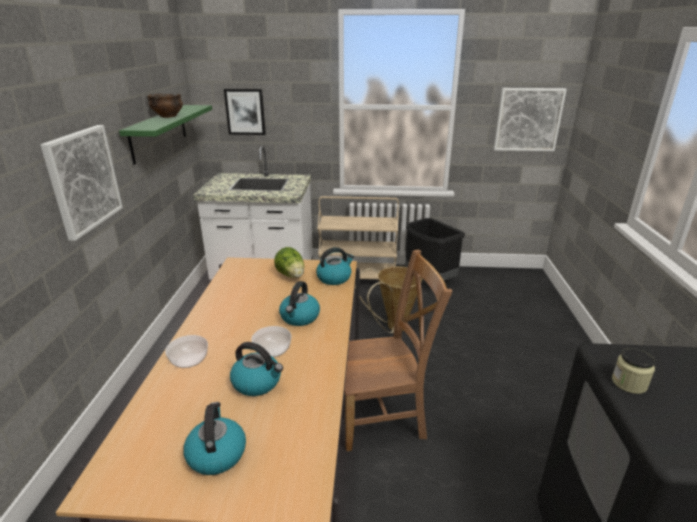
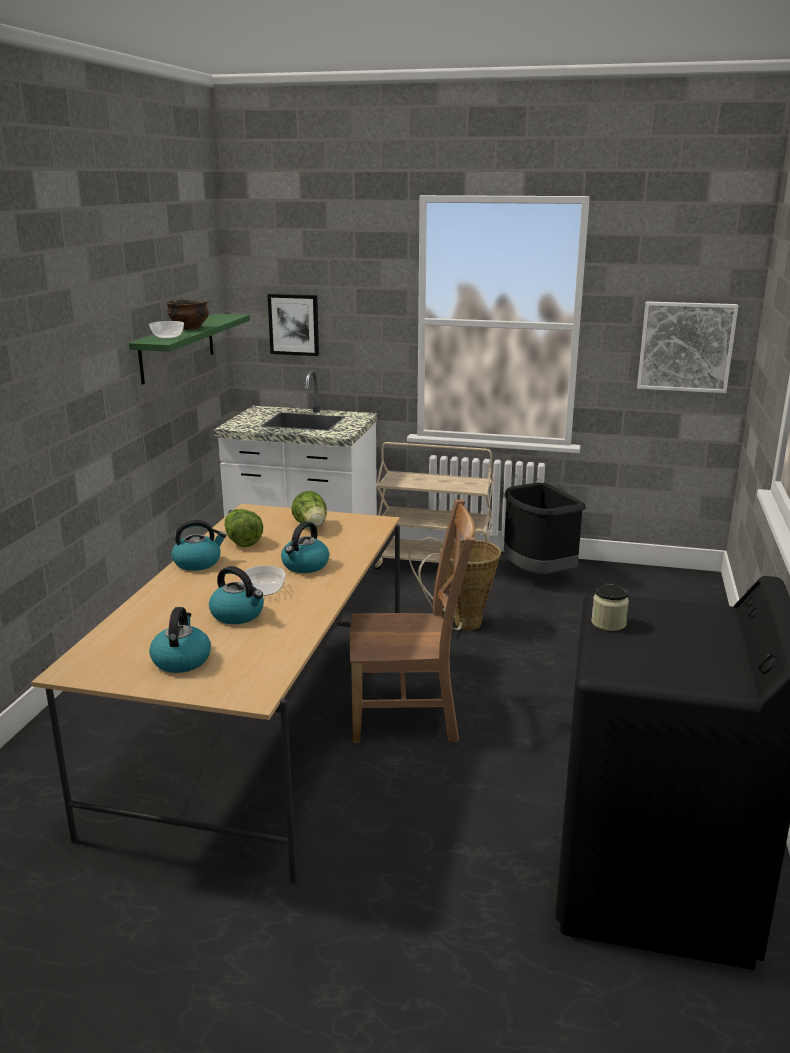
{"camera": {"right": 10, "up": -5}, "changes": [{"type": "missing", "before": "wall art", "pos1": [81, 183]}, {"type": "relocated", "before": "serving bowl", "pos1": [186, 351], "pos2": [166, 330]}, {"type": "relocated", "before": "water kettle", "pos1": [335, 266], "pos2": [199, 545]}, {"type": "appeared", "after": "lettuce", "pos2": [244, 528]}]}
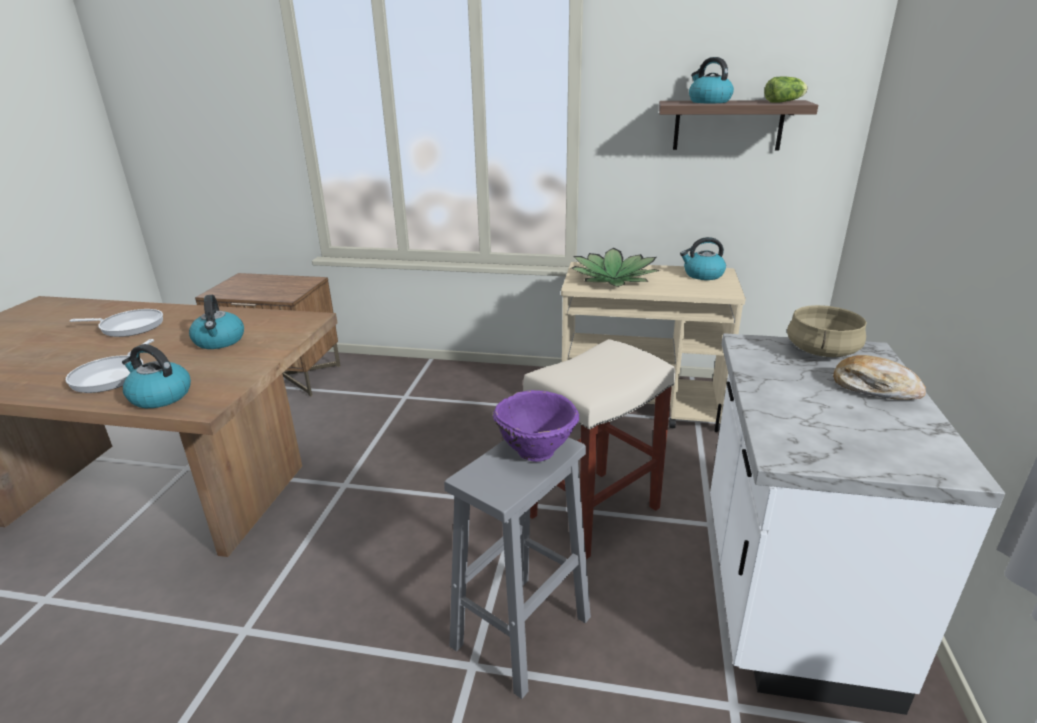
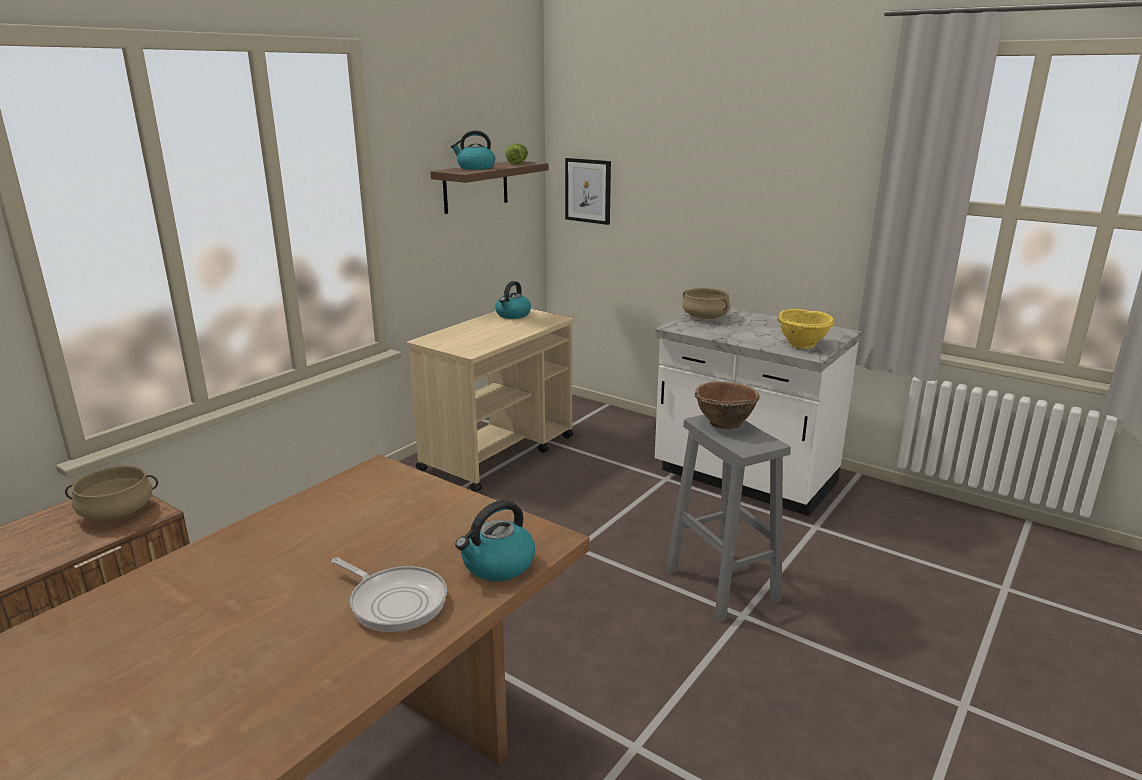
{"camera": {"right": -65, "up": -5}, "changes": [{"type": "missing", "before": "frying pan", "pos1": [116, 323]}, {"type": "missing", "before": "water kettle", "pos1": [216, 322]}, {"type": "colour", "before": "purplish serving bowl", "after": "brown serving bowl", "pos1": [536, 426], "pos2": [727, 405]}, {"type": "missing", "before": "sand-coloured stool", "pos1": [599, 449]}, {"type": "missing", "before": "plant in a pot", "pos1": [615, 267]}, {"type": "missing", "before": "baked bread", "pos1": [879, 377]}, {"type": "appeared", "after": "sand-coloured stockpot", "pos2": [111, 493]}, {"type": "appeared", "after": "wall art", "pos2": [588, 191]}, {"type": "appeared", "after": "yellow-coloured serving bowl", "pos2": [806, 329]}]}
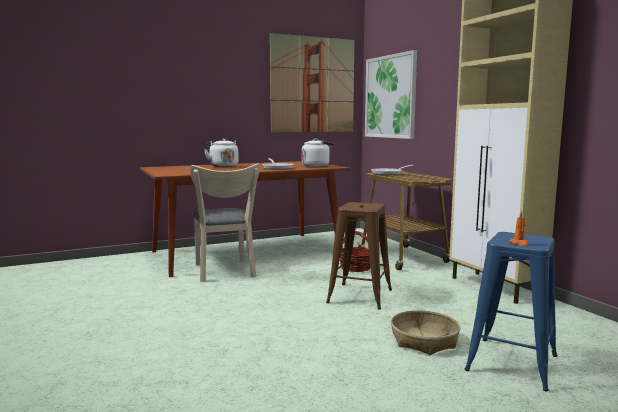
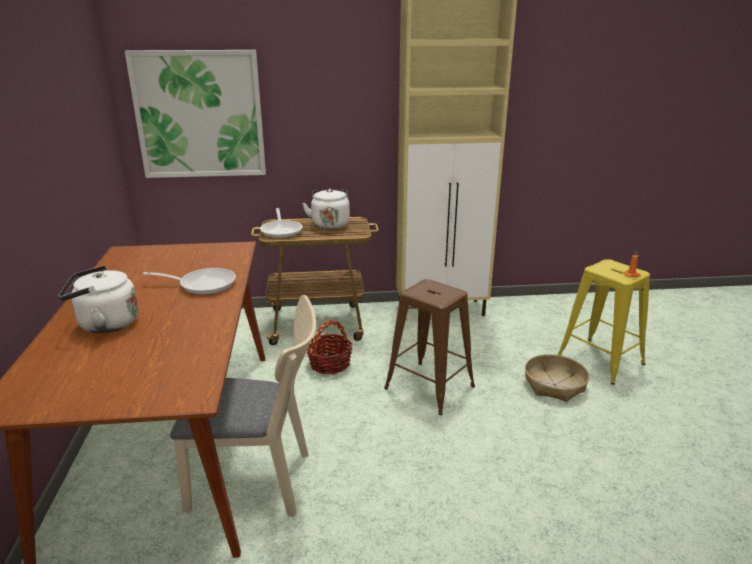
{"camera": {"right": -70, "up": 15}, "changes": [{"type": "missing", "before": "wall art", "pos1": [312, 83]}, {"type": "relocated", "before": "white-coloured water kettle", "pos1": [318, 152], "pos2": [326, 209]}, {"type": "colour", "before": "blue stool", "after": "yellow-coloured stool", "pos1": [510, 311], "pos2": [604, 322]}]}
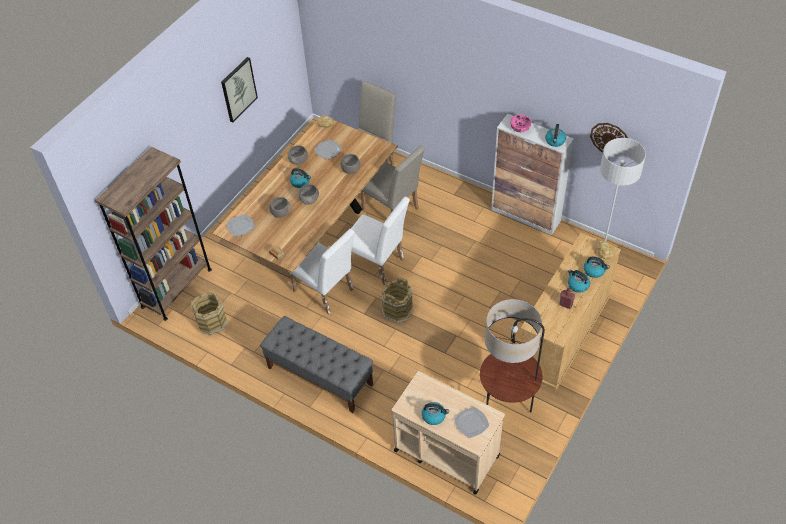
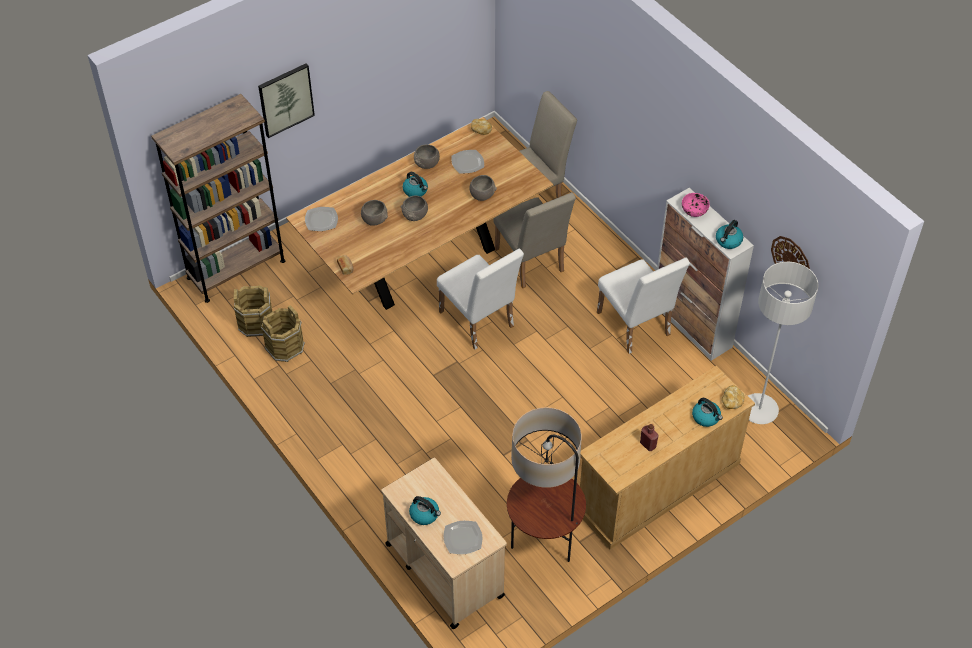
{"camera": {"right": 20, "up": 0}, "changes": [{"type": "relocated", "before": "wall art", "pos1": [239, 89], "pos2": [286, 100]}, {"type": "missing", "before": "grey indoor bench", "pos1": [316, 364]}, {"type": "relocated", "before": "white-coloured plain chair", "pos1": [321, 271], "pos2": [643, 305]}, {"type": "relocated", "before": "brown bucket", "pos1": [396, 299], "pos2": [283, 333]}, {"type": "missing", "before": "water kettle", "pos1": [579, 281]}]}
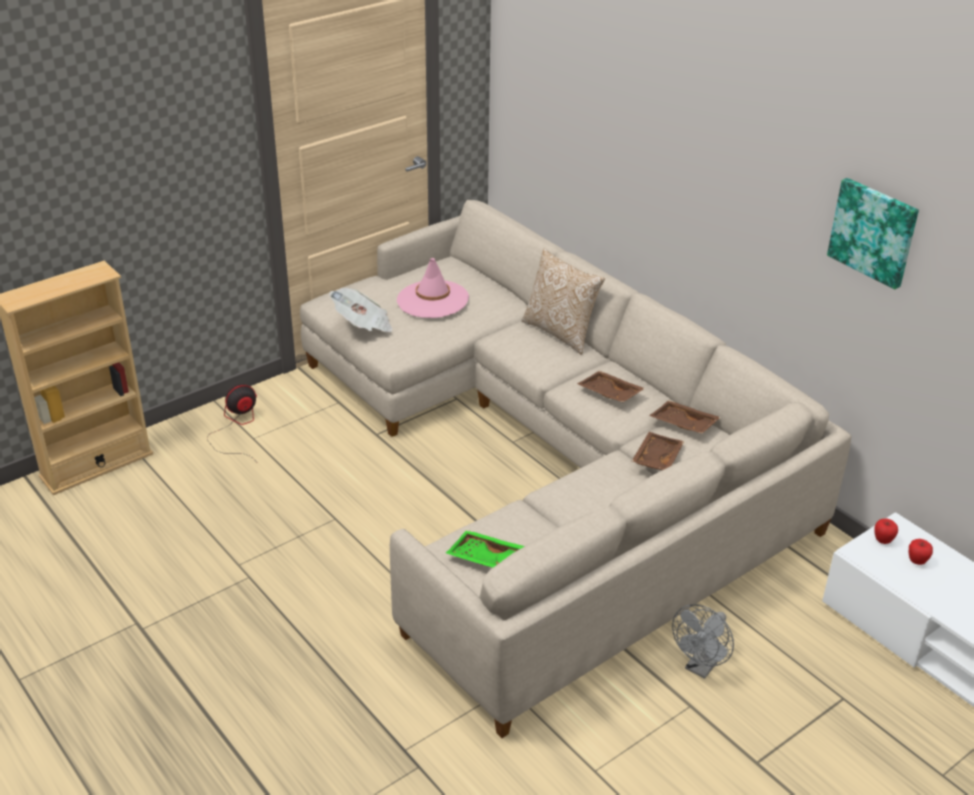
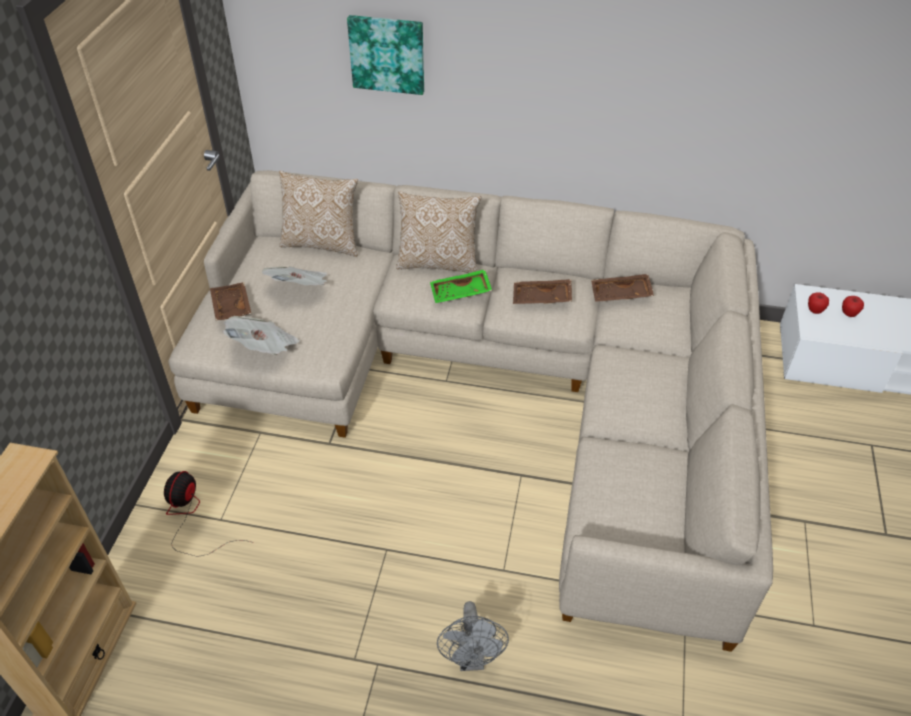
{"camera": {"right": -40, "up": 10}, "changes": [{"type": "exchanged", "before": "pink hat", "after": "newspaper", "pos1": [433, 288], "pos2": [294, 275]}, {"type": "relocated", "before": "green-coloured carrying tray", "pos1": [485, 549], "pos2": [461, 286]}, {"type": "relocated", "before": "brown carrying tray", "pos1": [658, 451], "pos2": [231, 301]}, {"type": "relocated", "before": "grey fan", "pos1": [703, 641], "pos2": [473, 636]}, {"type": "relocated", "before": "wall art", "pos1": [873, 233], "pos2": [385, 55]}, {"type": "appeared", "after": "throw pillow", "pos2": [318, 214]}]}
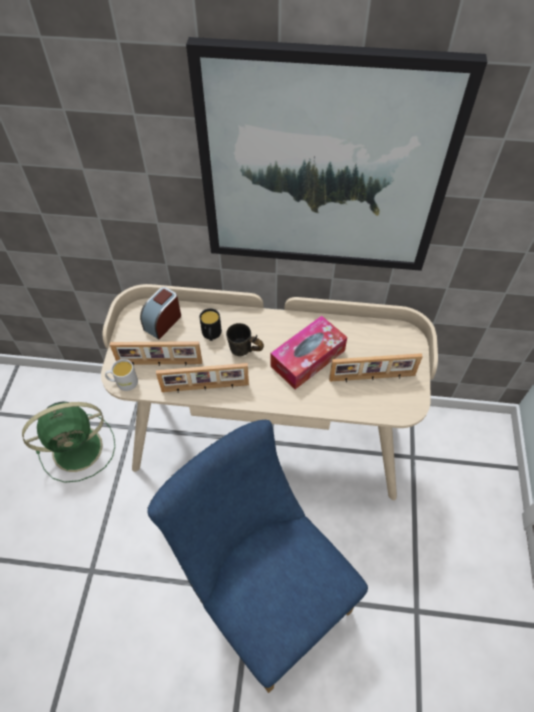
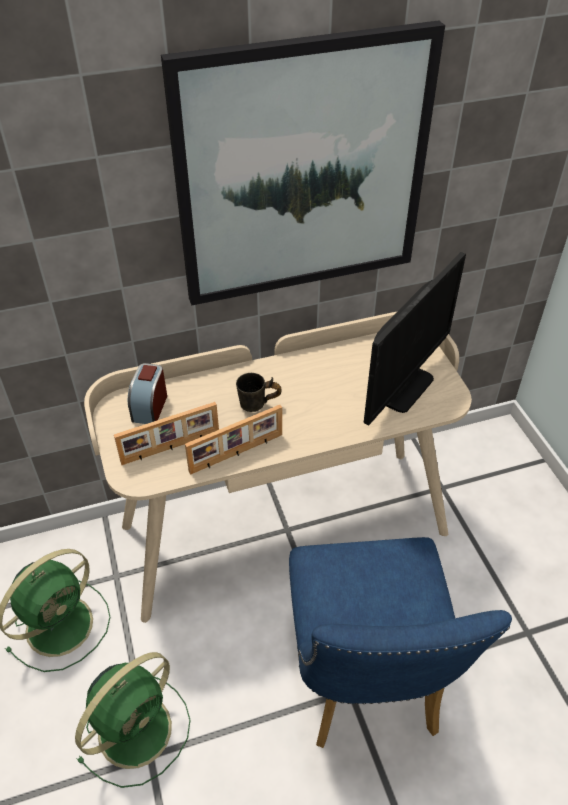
{"camera": {"right": -25, "up": -10}, "changes": [{"type": "missing", "before": "white-coloured tea mug", "pos1": [121, 375]}, {"type": "spun", "before": "blue plain chair", "pos1": [257, 556], "pos2": [400, 642], "turn": -120}, {"type": "missing", "before": "black tea mug", "pos1": [210, 325]}, {"type": "missing", "before": "tissue holder", "pos1": [308, 352]}, {"type": "exchanged", "before": "photo frame", "after": "computer display", "pos1": [376, 367], "pos2": [415, 338]}, {"type": "appeared", "after": "green-coloured fan", "pos2": [133, 720]}]}
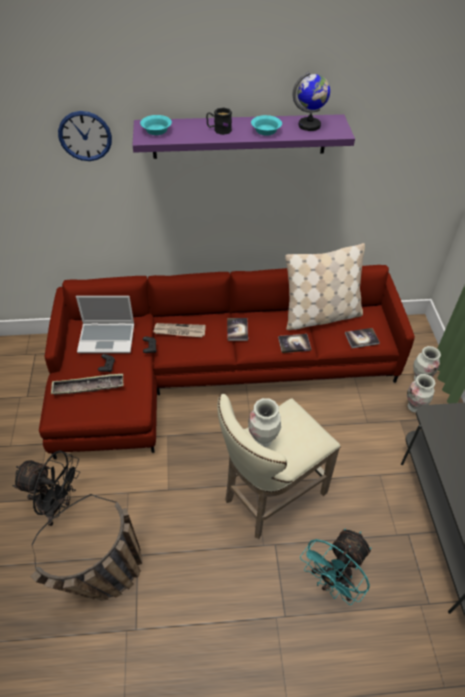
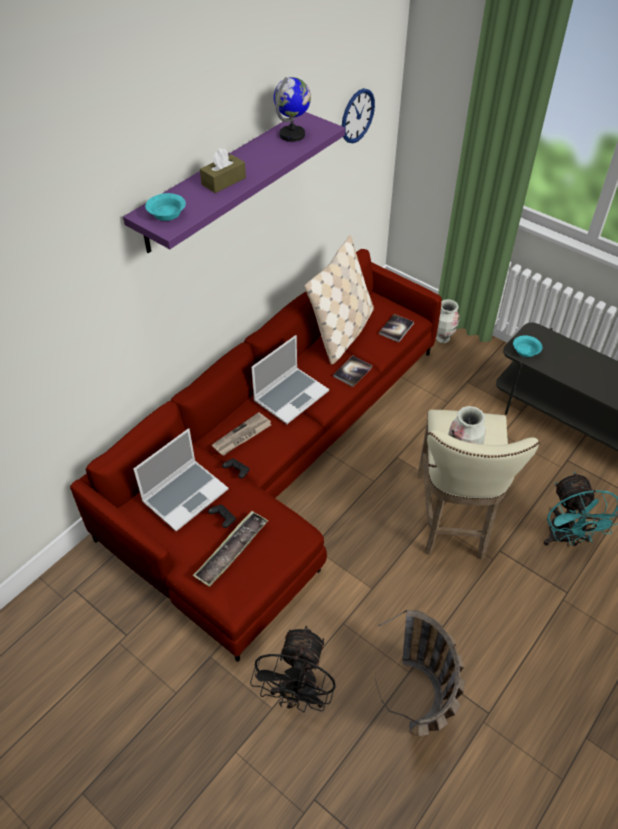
{"camera": {"right": -45, "up": 0}, "changes": [{"type": "spun", "before": "black fan", "pos1": [46, 488], "pos2": [293, 669], "turn": 135}, {"type": "relocated", "before": "clock on the wall", "pos1": [85, 136], "pos2": [358, 115]}, {"type": "exchanged", "before": "black tea mug", "after": "brown tissue holder", "pos1": [219, 121], "pos2": [223, 170]}, {"type": "exchanged", "before": "book", "after": "portable computer", "pos1": [237, 329], "pos2": [290, 379]}, {"type": "relocated", "before": "turquoise-coloured serving bowl", "pos1": [266, 125], "pos2": [527, 346]}, {"type": "missing", "before": "flower vase", "pos1": [421, 393]}]}
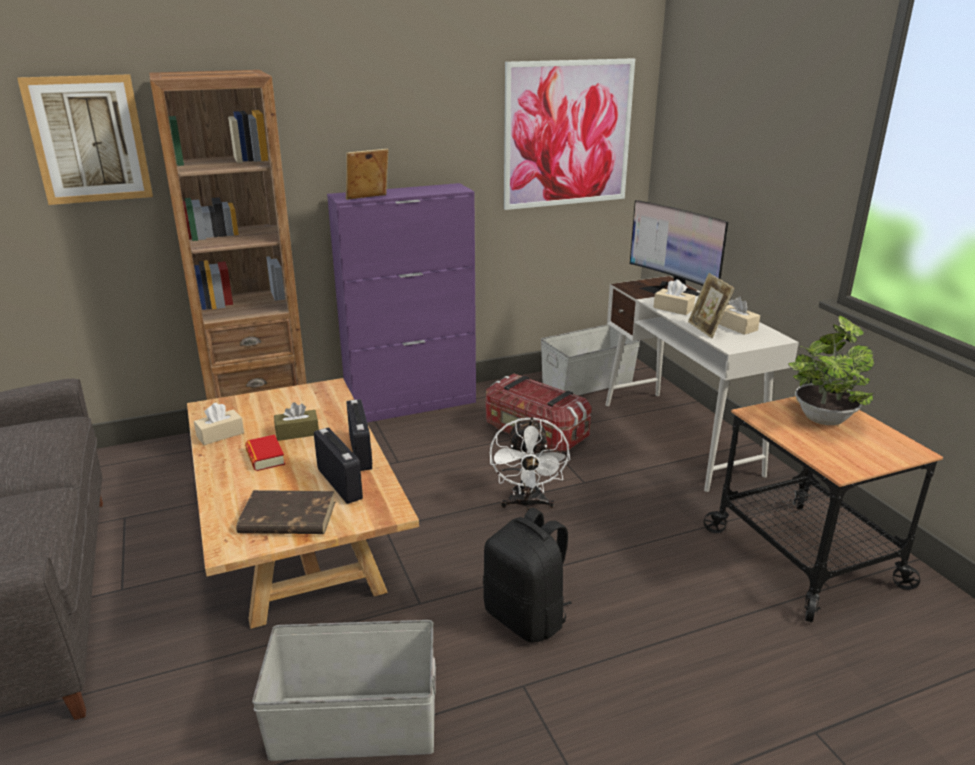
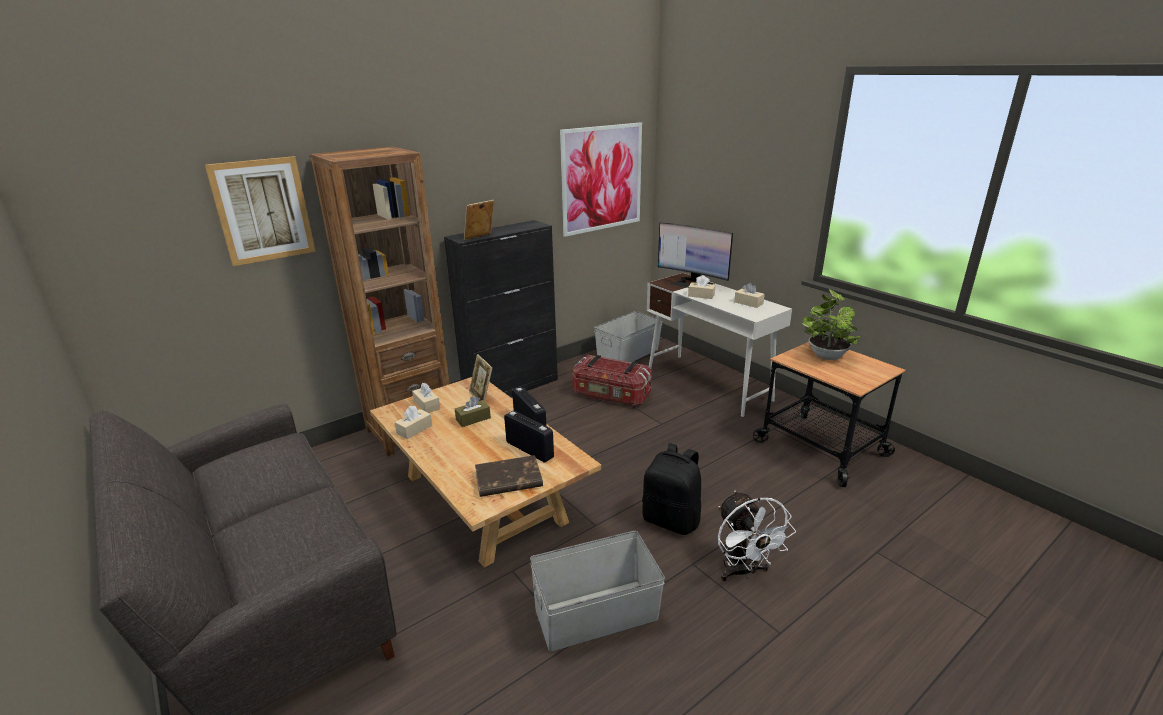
{"camera": {"right": -15, "up": 0}, "changes": [{"type": "missing", "before": "book", "pos1": [265, 453]}, {"type": "colour", "before": "purplish storage cabinet", "after": "black storage cabinet", "pos1": [401, 302], "pos2": [501, 308]}, {"type": "relocated", "before": "white-coloured fan", "pos1": [530, 463], "pos2": [757, 536]}, {"type": "relocated", "before": "photo frame", "pos1": [711, 305], "pos2": [480, 377]}, {"type": "appeared", "after": "sand-coloured tissue holder", "pos2": [426, 398]}]}
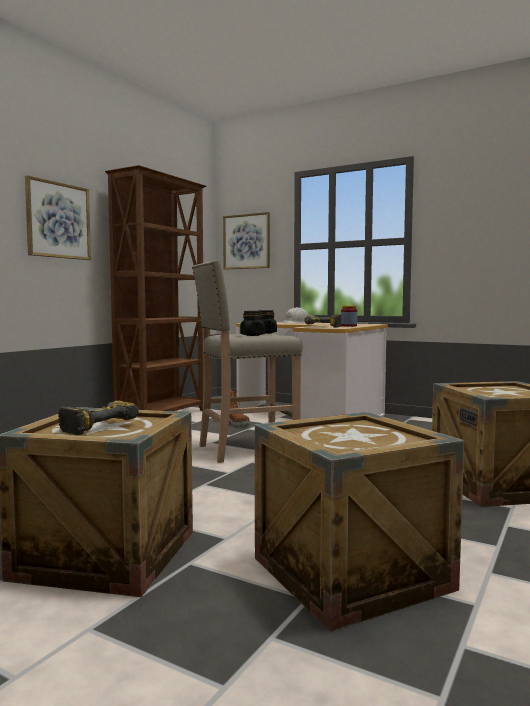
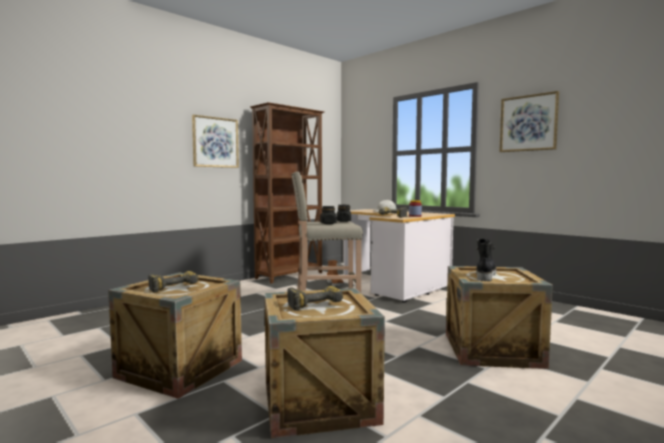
{"camera": {"right": 15, "up": 0}, "changes": [{"type": "relocated", "before": "wall art", "pos1": [246, 241], "pos2": [529, 121]}, {"type": "appeared", "after": "power drill", "pos2": [315, 298]}, {"type": "appeared", "after": "black boot", "pos2": [486, 260]}]}
